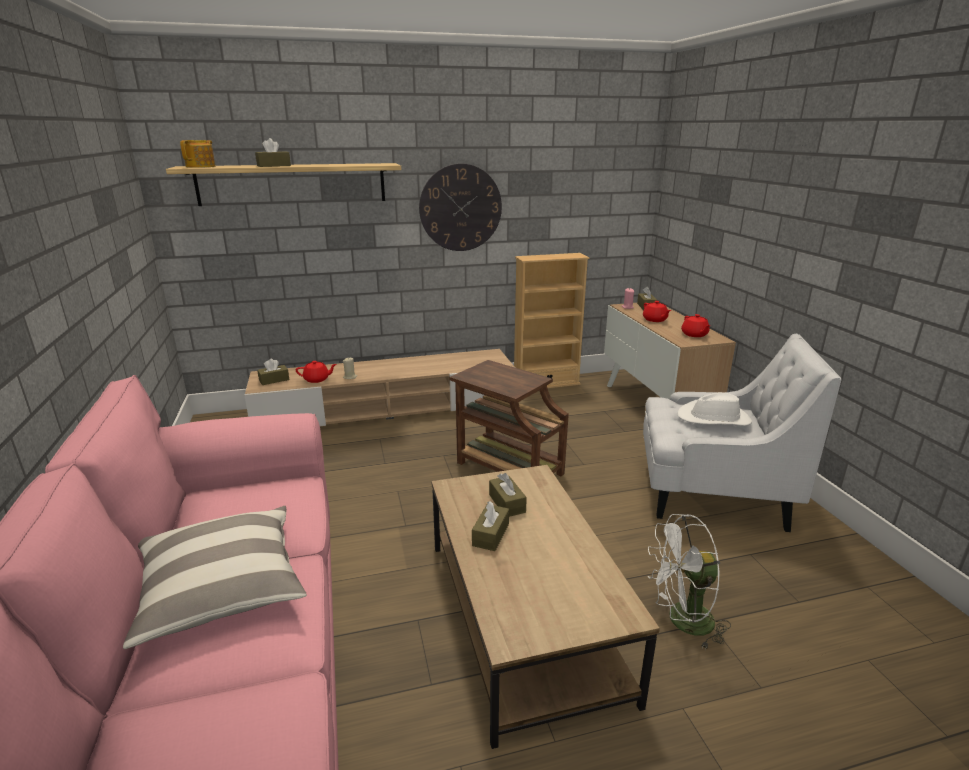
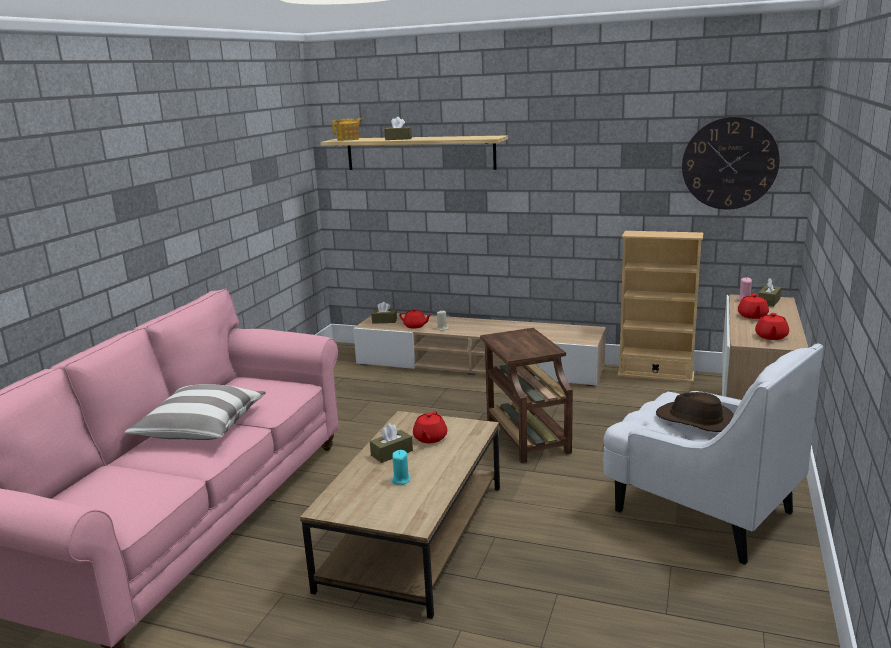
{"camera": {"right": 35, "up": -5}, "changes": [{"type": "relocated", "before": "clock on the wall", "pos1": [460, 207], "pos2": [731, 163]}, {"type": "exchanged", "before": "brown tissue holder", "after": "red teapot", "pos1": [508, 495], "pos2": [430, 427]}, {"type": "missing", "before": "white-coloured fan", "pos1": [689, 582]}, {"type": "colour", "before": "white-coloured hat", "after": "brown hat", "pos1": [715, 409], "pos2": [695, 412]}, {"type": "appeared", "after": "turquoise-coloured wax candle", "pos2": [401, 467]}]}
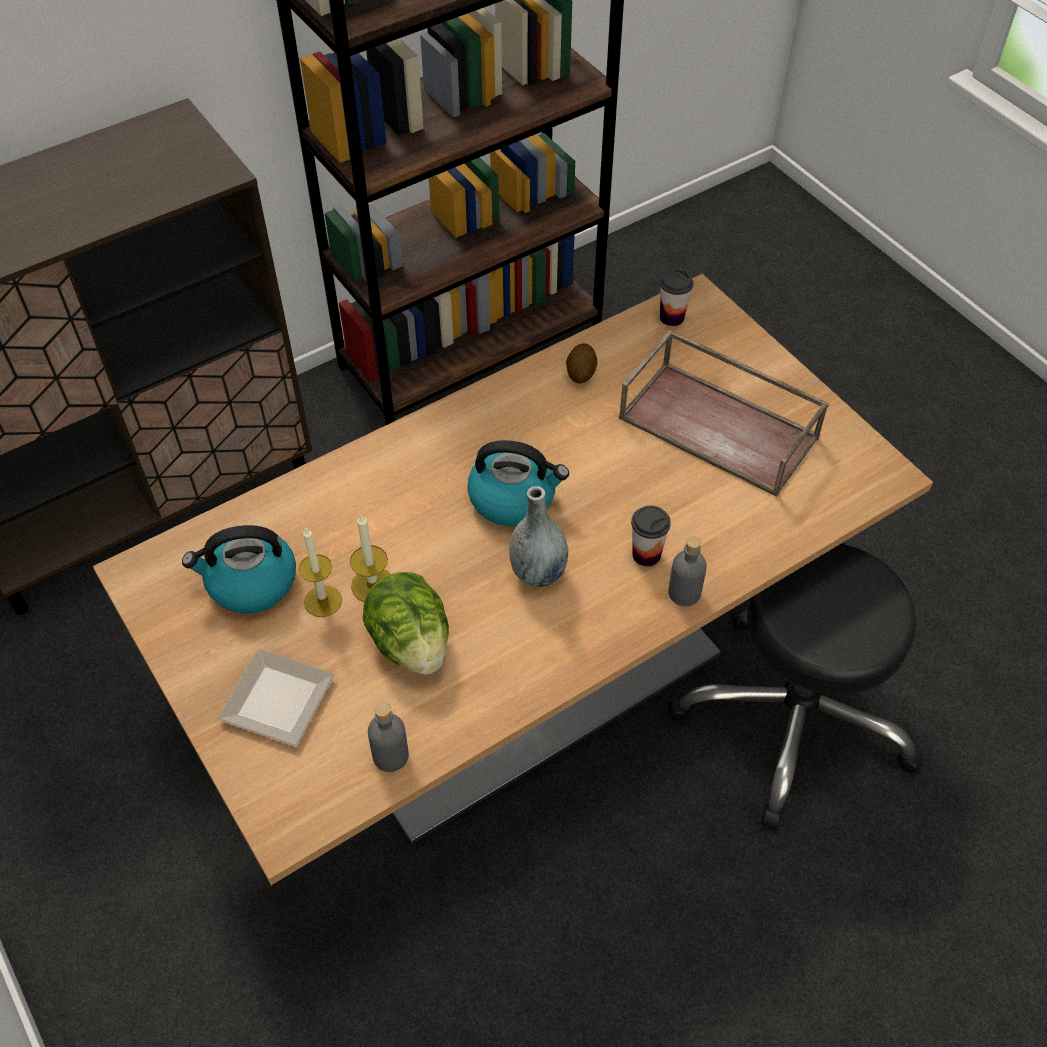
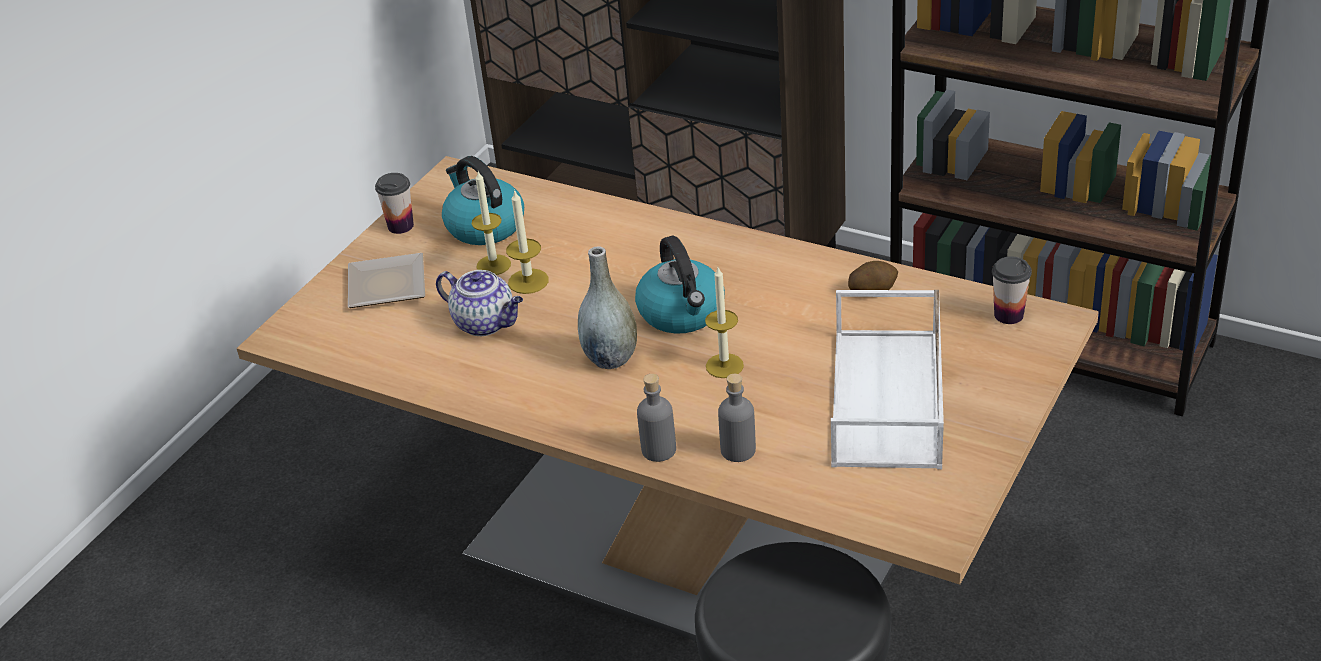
{"camera": {"right": 65, "up": -15}, "changes": [{"type": "exchanged", "before": "lettuce", "after": "teapot", "pos1": [406, 623], "pos2": [479, 303]}, {"type": "relocated", "before": "grey bottle", "pos1": [388, 737], "pos2": [737, 418]}, {"type": "colour", "before": "brown carrying tray", "after": "white-coloured carrying tray", "pos1": [724, 413], "pos2": [887, 379]}, {"type": "relocated", "before": "drinking cup", "pos1": [651, 535], "pos2": [394, 203]}, {"type": "appeared", "after": "wax candle", "pos2": [724, 322]}]}
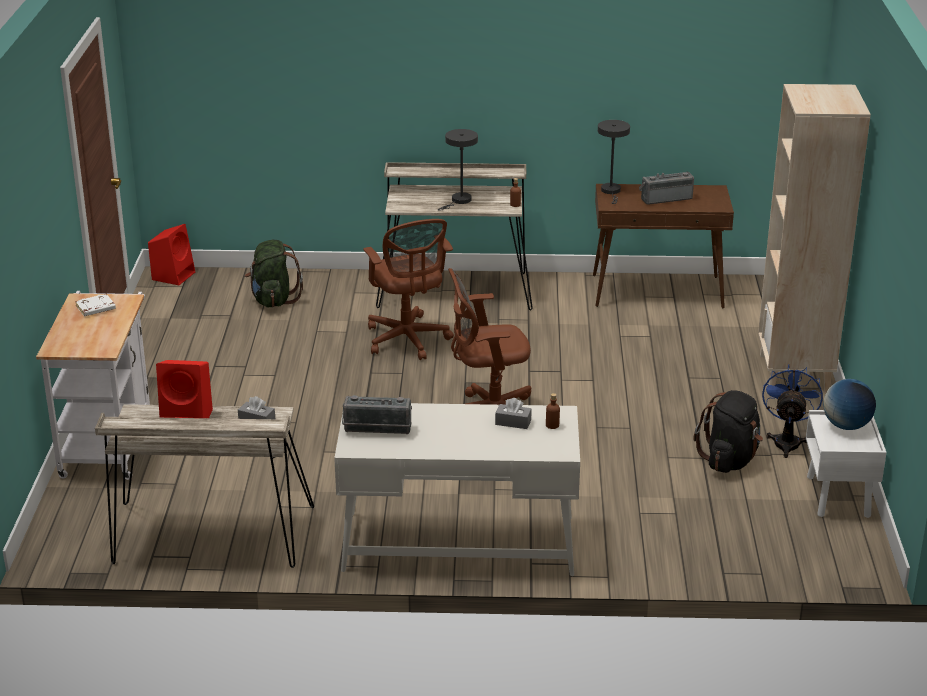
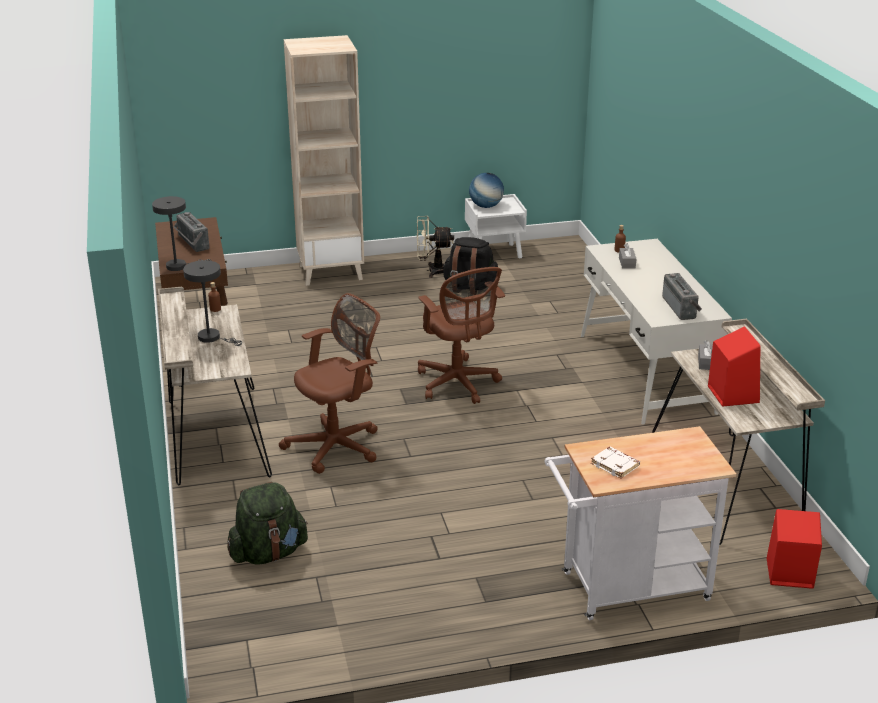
{"camera": {"right": -105, "up": 0}, "changes": [{"type": "relocated", "before": "red loudspeaker", "pos1": [171, 254], "pos2": [794, 549]}, {"type": "colour", "before": "blue fan", "after": "sand-coloured fan", "pos1": [792, 411], "pos2": [435, 247]}]}
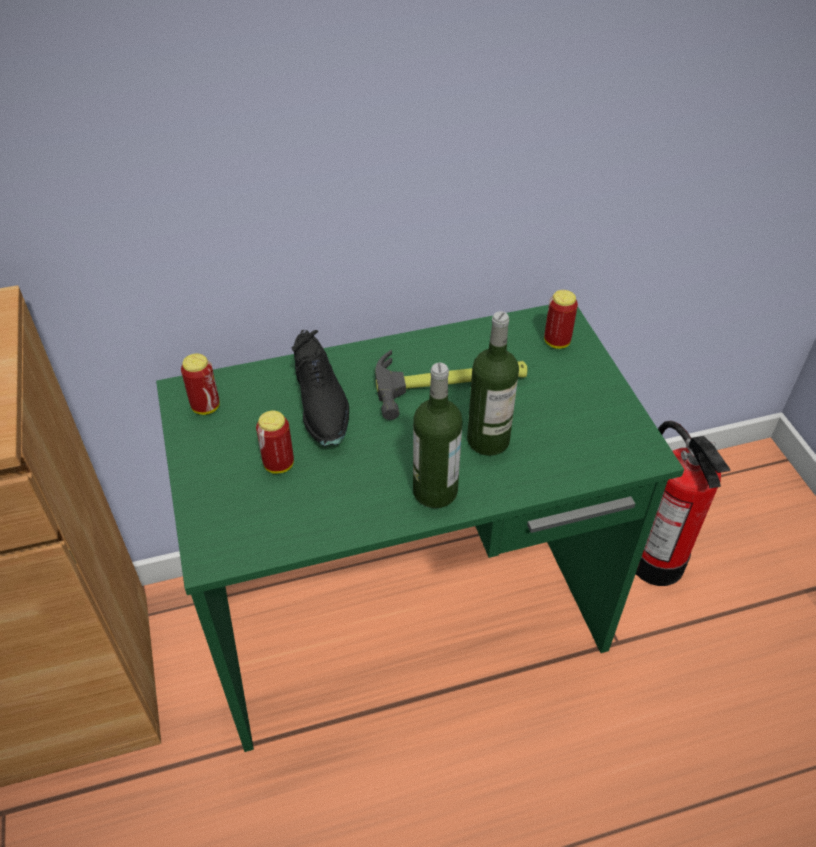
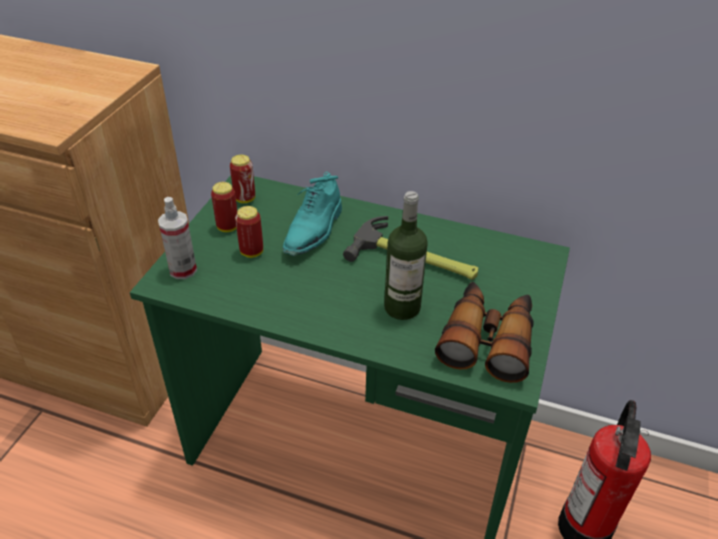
{"camera": {"right": 35, "up": -5}, "changes": [{"type": "colour", "before": "black item of footwear", "after": "turquoise-coloured item of footwear", "pos1": [320, 388], "pos2": [312, 214]}, {"type": "missing", "before": "bottle", "pos1": [438, 435]}, {"type": "relocated", "before": "sealed can", "pos1": [561, 319], "pos2": [224, 207]}, {"type": "appeared", "after": "hand sprayer", "pos2": [177, 238]}, {"type": "appeared", "after": "field glasses", "pos2": [484, 332]}]}
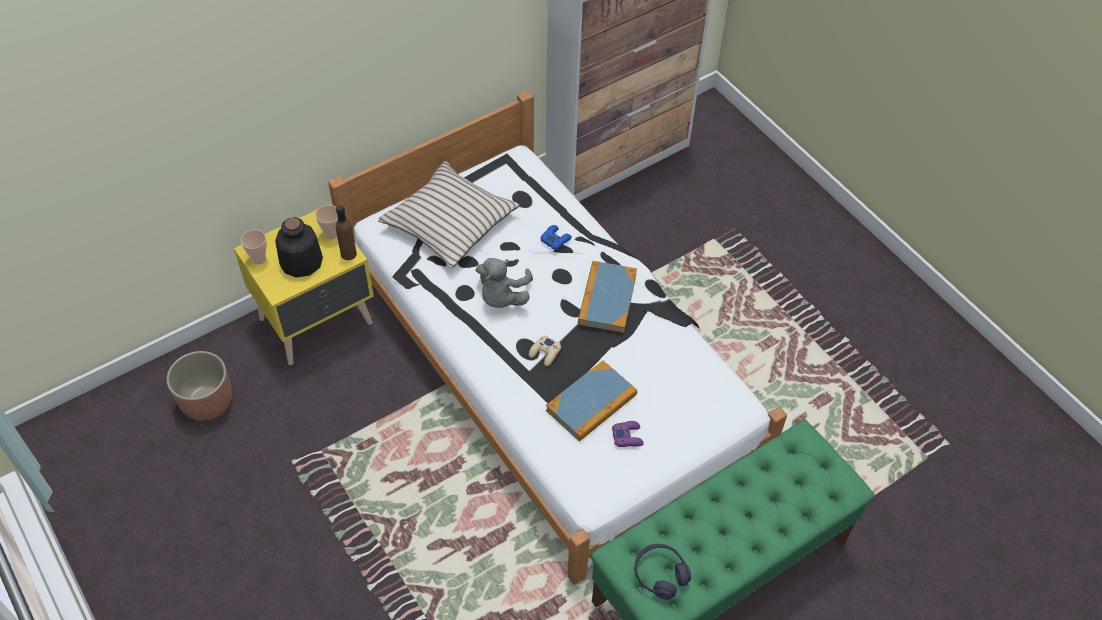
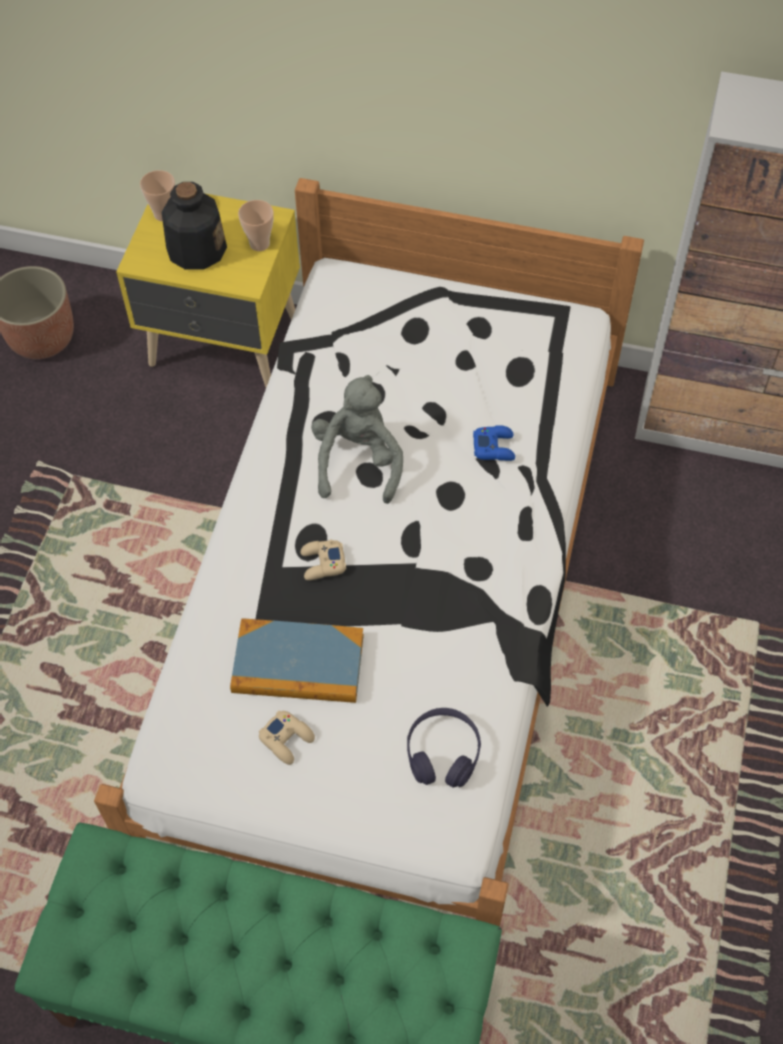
{"camera": {"right": 50, "up": 5}, "changes": [{"type": "missing", "before": "brown bottle", "pos1": [346, 232]}, {"type": "missing", "before": "sand-coloured throw pillow", "pos1": [449, 214]}, {"type": "spun", "before": "grey plush toy", "pos1": [504, 283], "pos2": [357, 439], "turn": 120}, {"type": "missing", "before": "book", "pos1": [607, 297]}, {"type": "colour", "before": "purplish joypad", "after": "sand-coloured joypad", "pos1": [628, 434], "pos2": [287, 737]}, {"type": "relocated", "before": "purplish pair of headphones", "pos1": [662, 572], "pos2": [444, 748]}]}
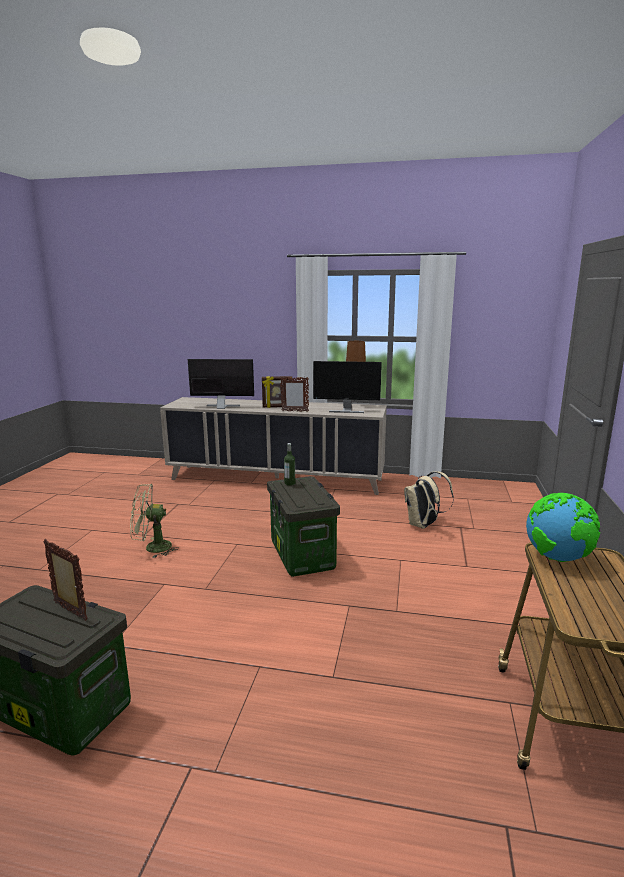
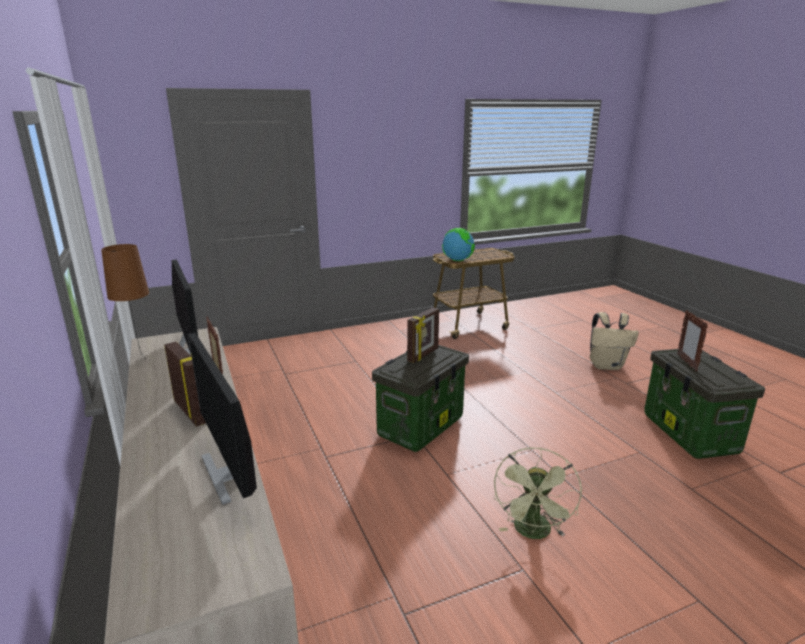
{"camera": {"right": -125, "up": 5}, "changes": [{"type": "spun", "before": "green-coloured fan", "pos1": [154, 521], "pos2": [538, 493], "turn": 60}, {"type": "missing", "before": "bottle", "pos1": [289, 464]}, {"type": "relocated", "before": "sand-coloured backpack", "pos1": [429, 500], "pos2": [614, 341]}, {"type": "appeared", "after": "photo frame", "pos2": [423, 335]}]}
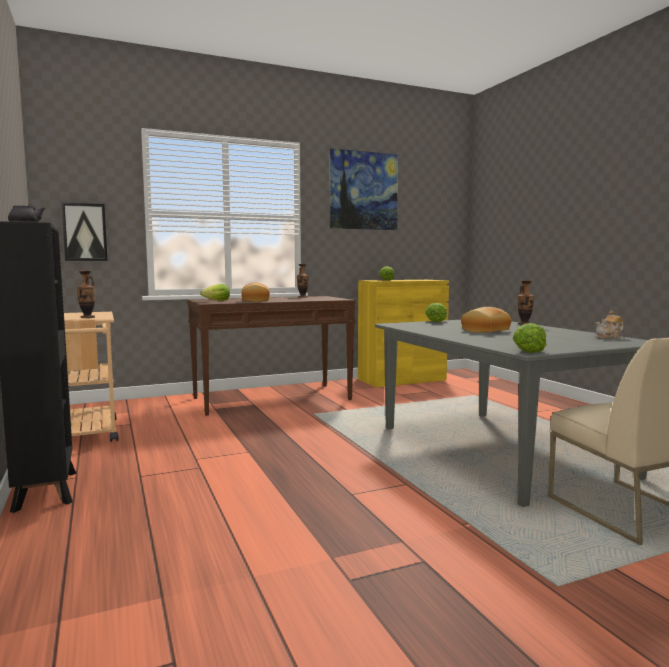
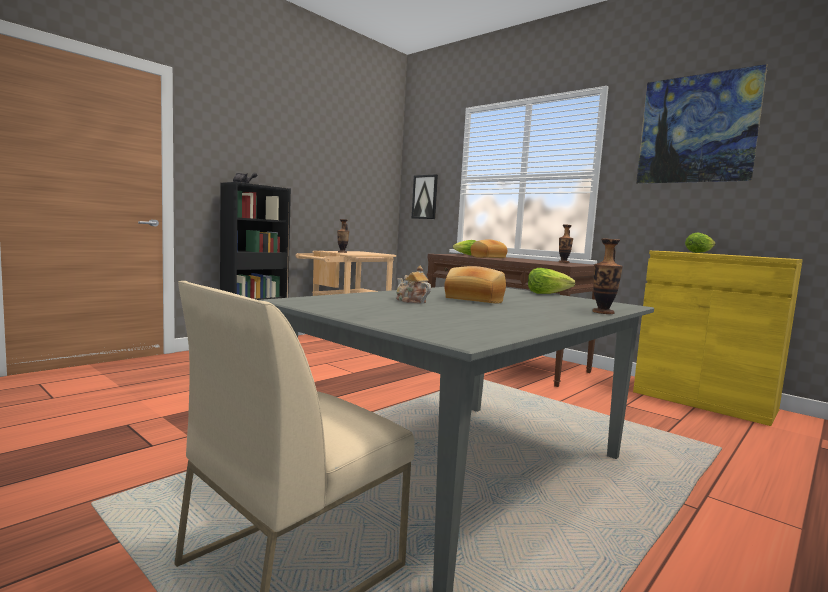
{"camera": {"right": 65, "up": 0}, "changes": [{"type": "missing", "before": "lettuce", "pos1": [529, 338]}, {"type": "relocated", "before": "teapot", "pos1": [609, 325], "pos2": [413, 284]}]}
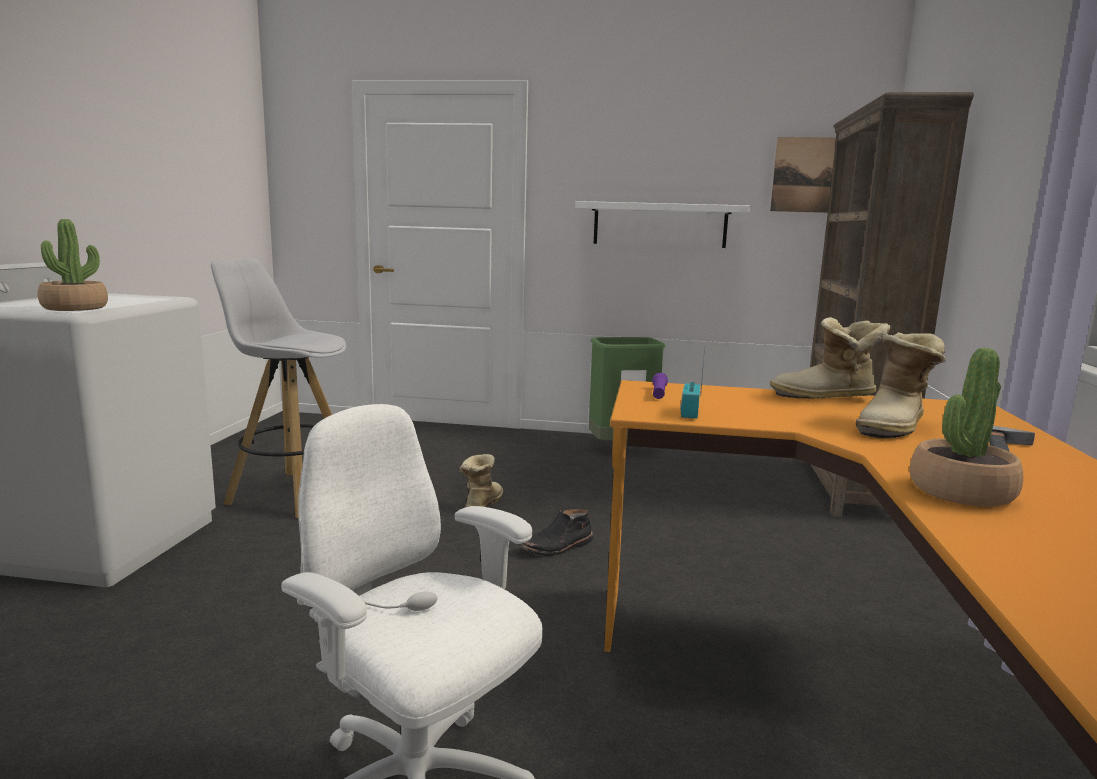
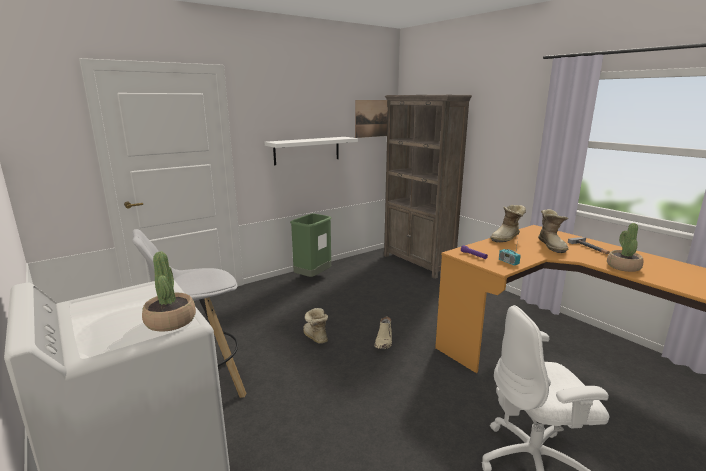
{"camera": {"right": -45, "up": 5}, "changes": [{"type": "colour", "before": "black boot", "after": "sand-coloured boot", "pos1": [555, 532], "pos2": [383, 333]}]}
